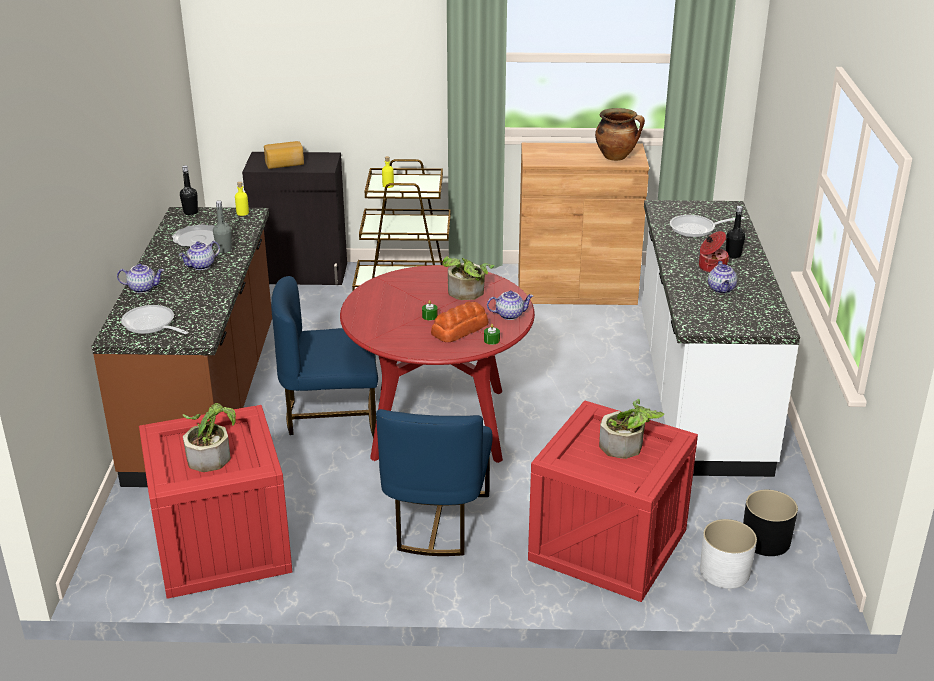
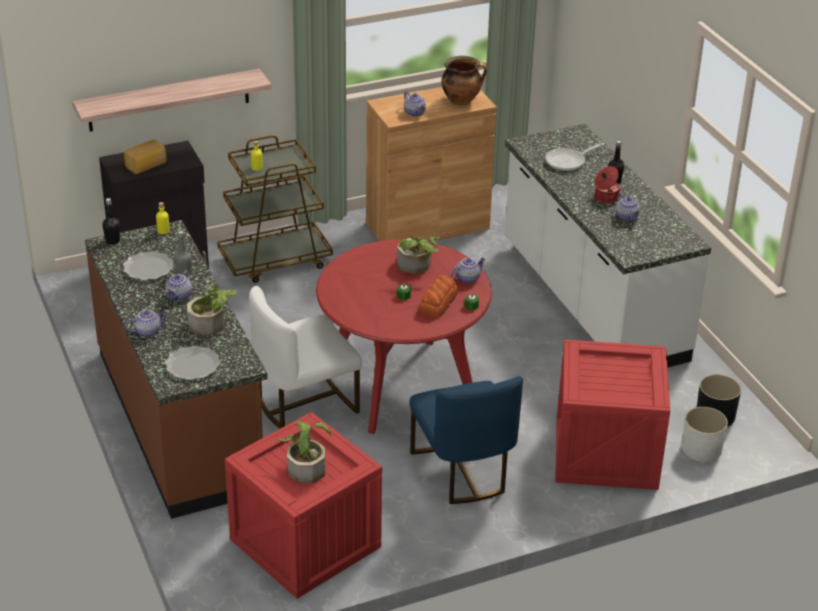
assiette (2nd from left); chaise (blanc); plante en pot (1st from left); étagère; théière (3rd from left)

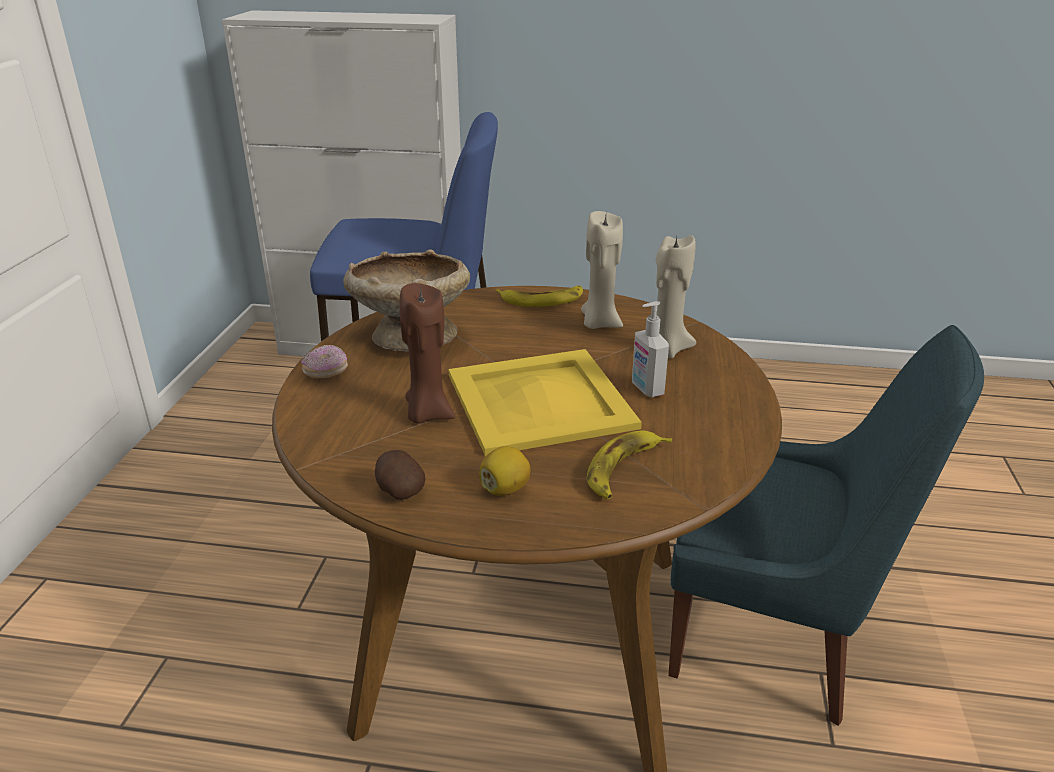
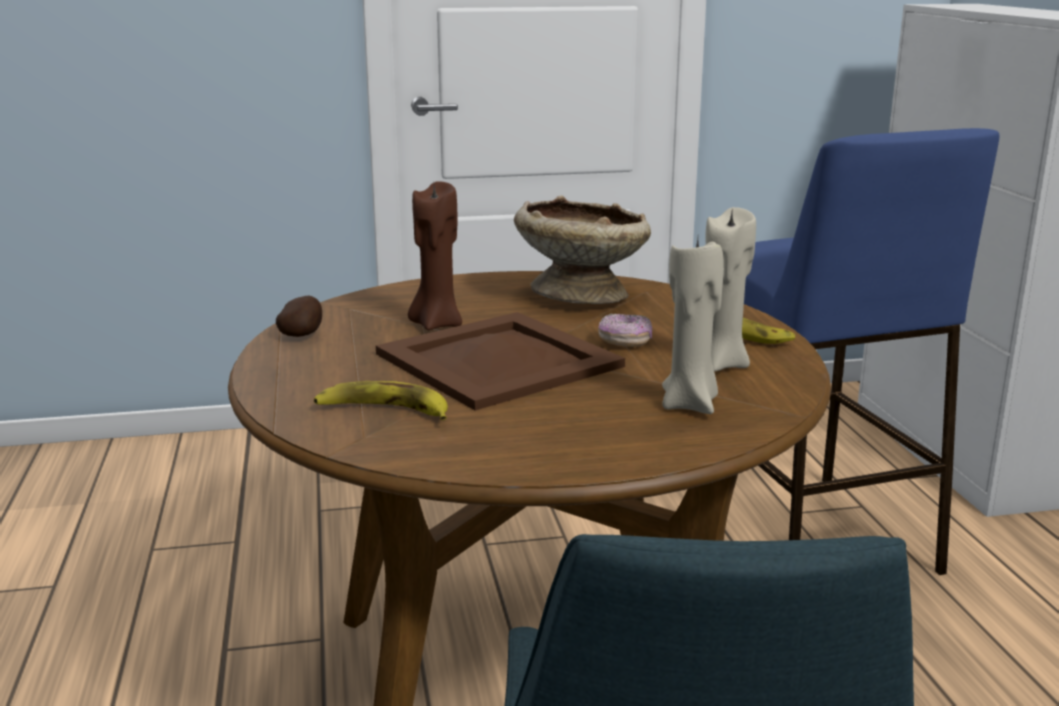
beignet; plateau (marron); citron; distributeur de savon

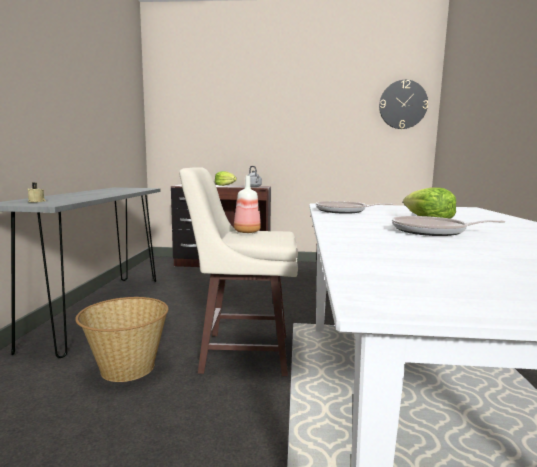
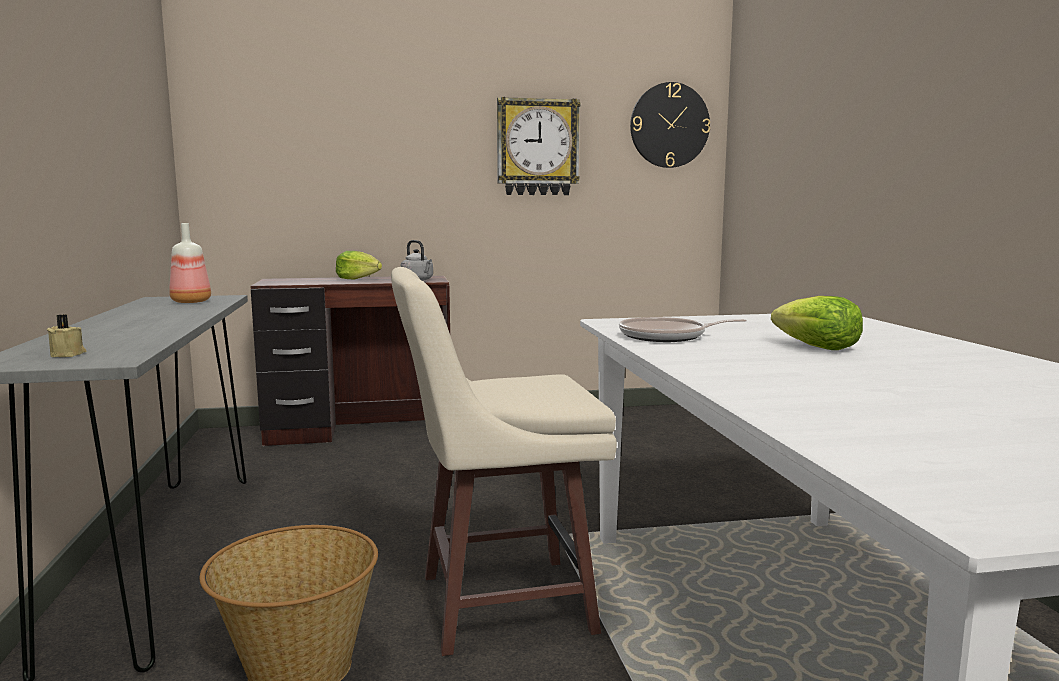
bouteille; poêle (2nd from left in the first image); horloge murale (1st from left)

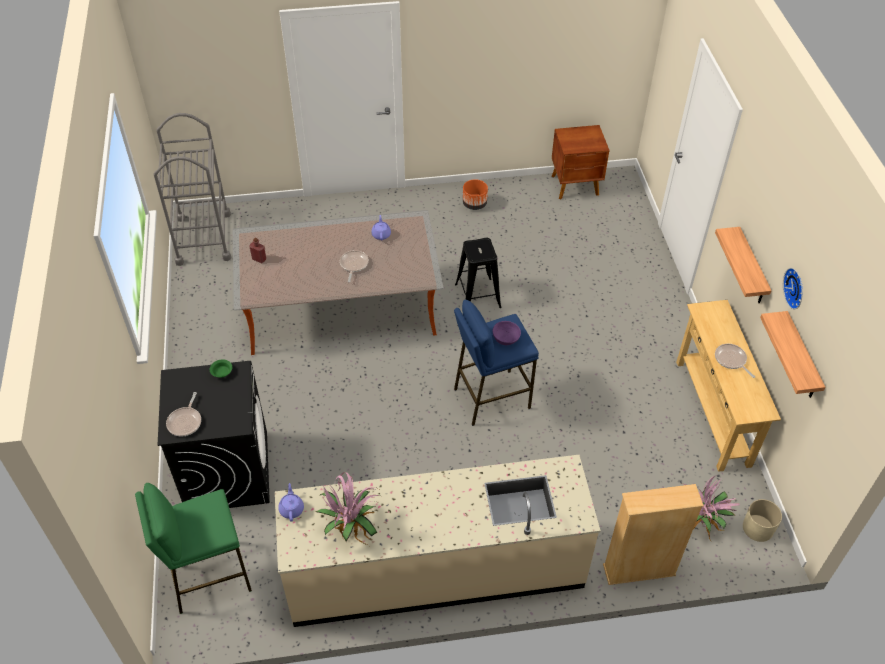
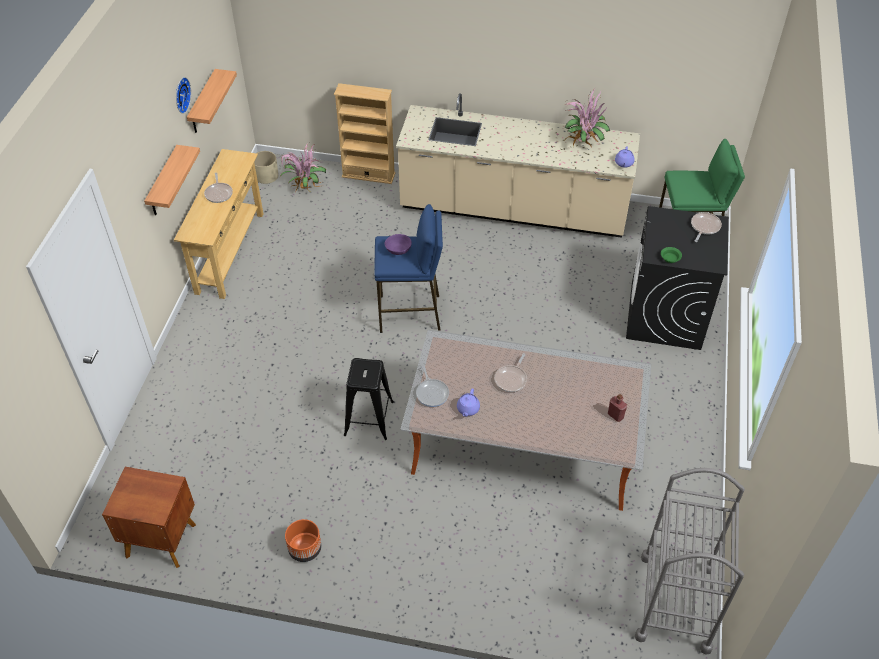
poêle (2nd from left)

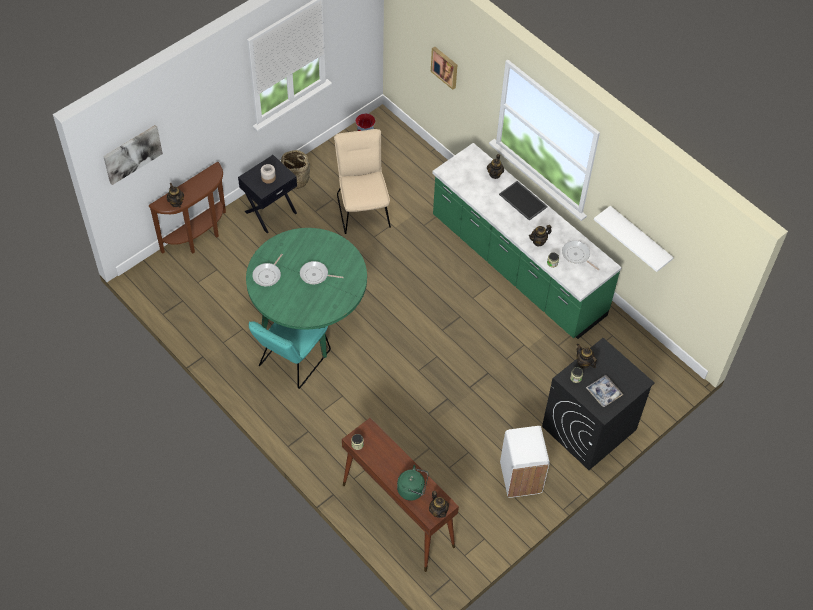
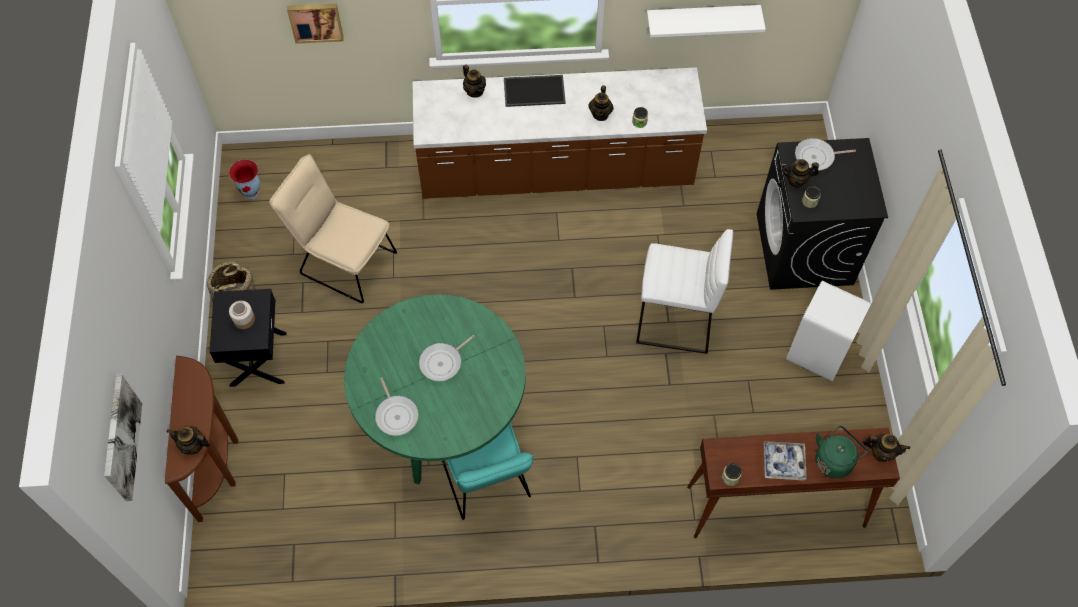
comptoir de cuisine (marron); poêle (3rd from left); plateau (2nd from left); tabouret (blanc)

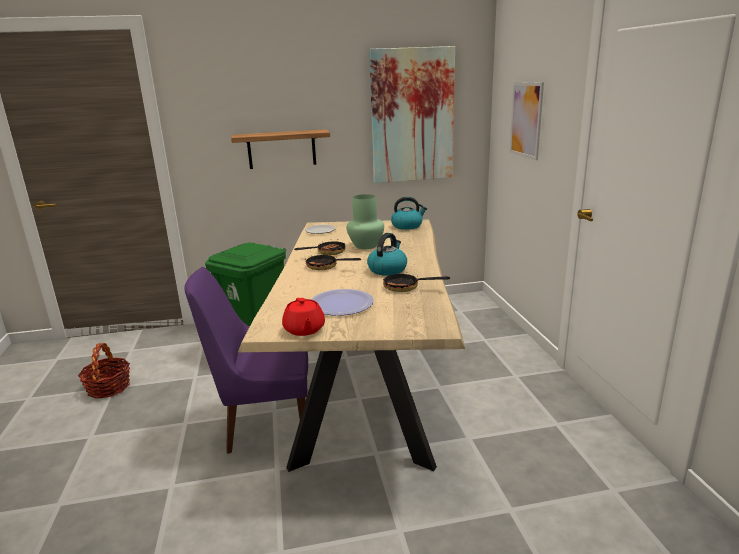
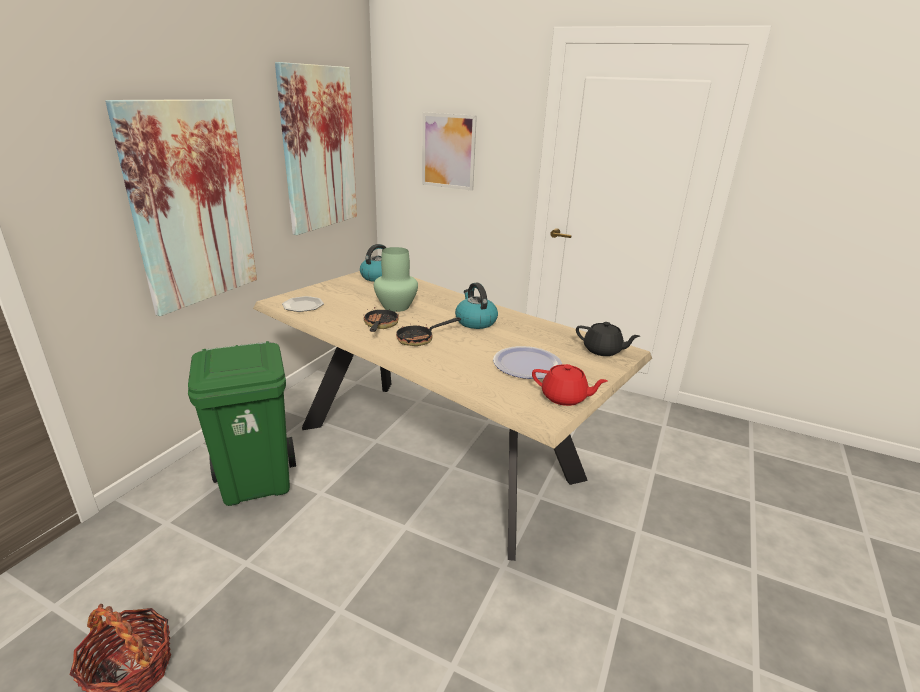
chaise (violet); tableau (1st from left); poêle (3rd from left in the first image); théière (noir)

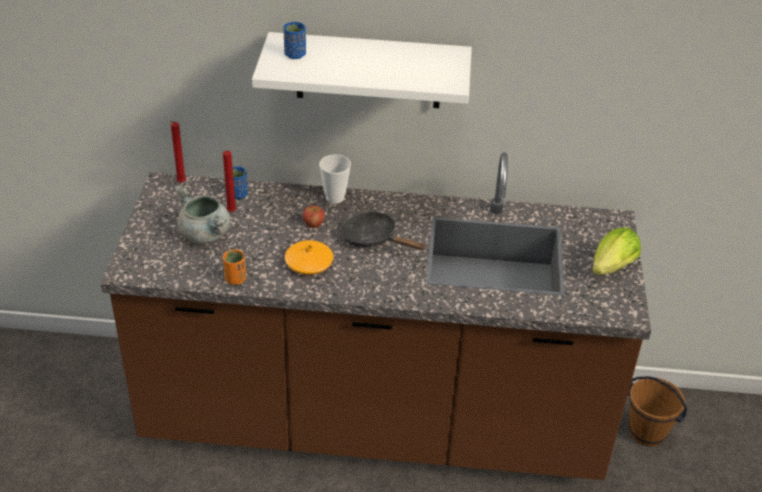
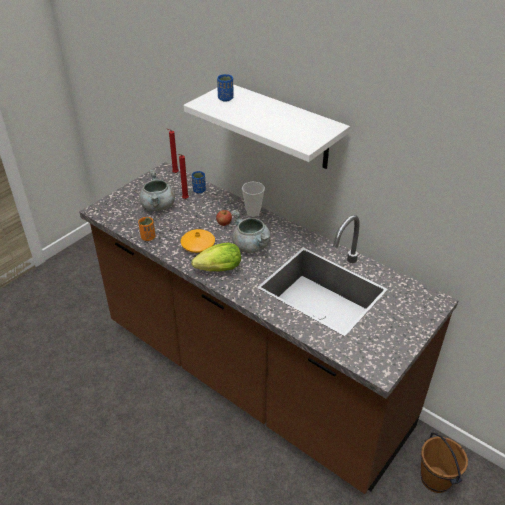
marmite (gris) (2nd from left); laitue

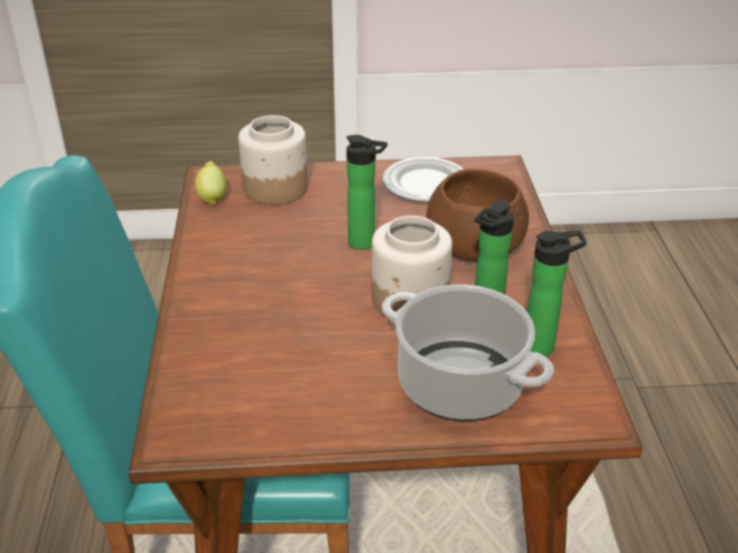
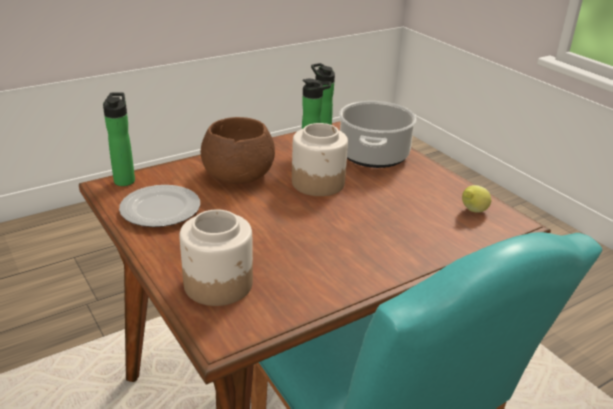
citron; bouteille (1st from left)

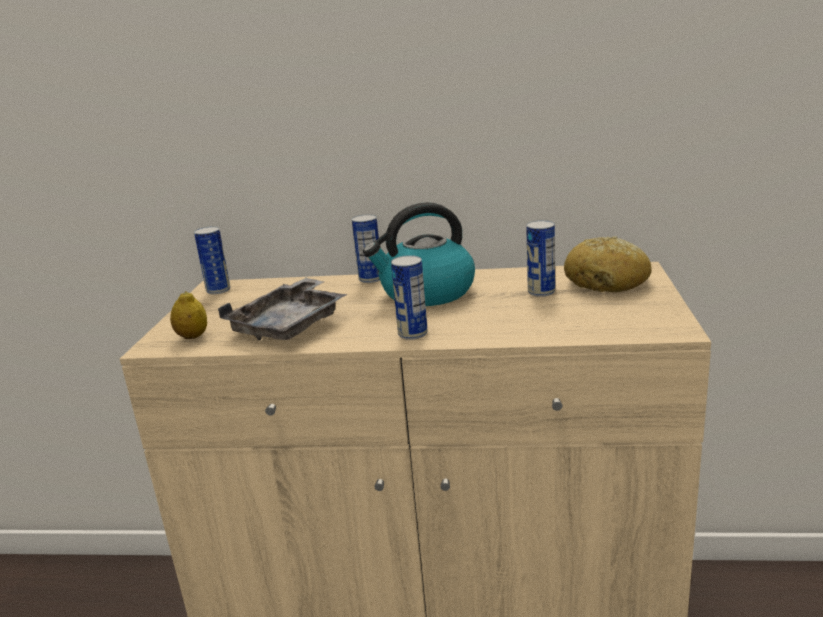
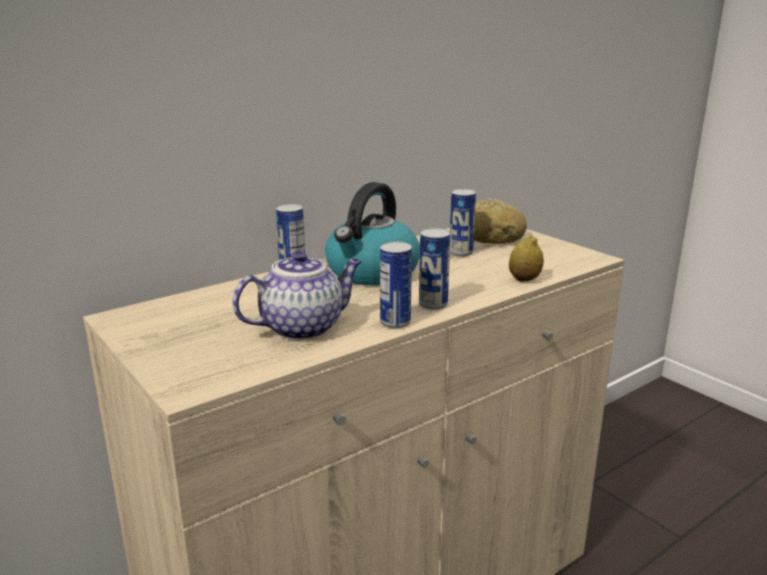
citron; boîte métallique (2nd from left); théière

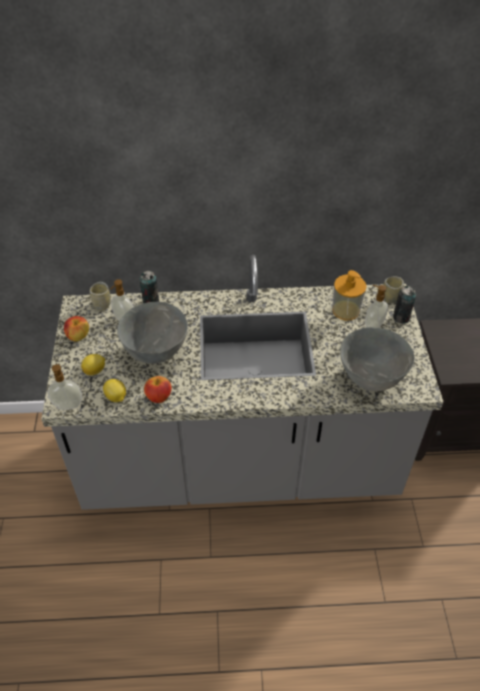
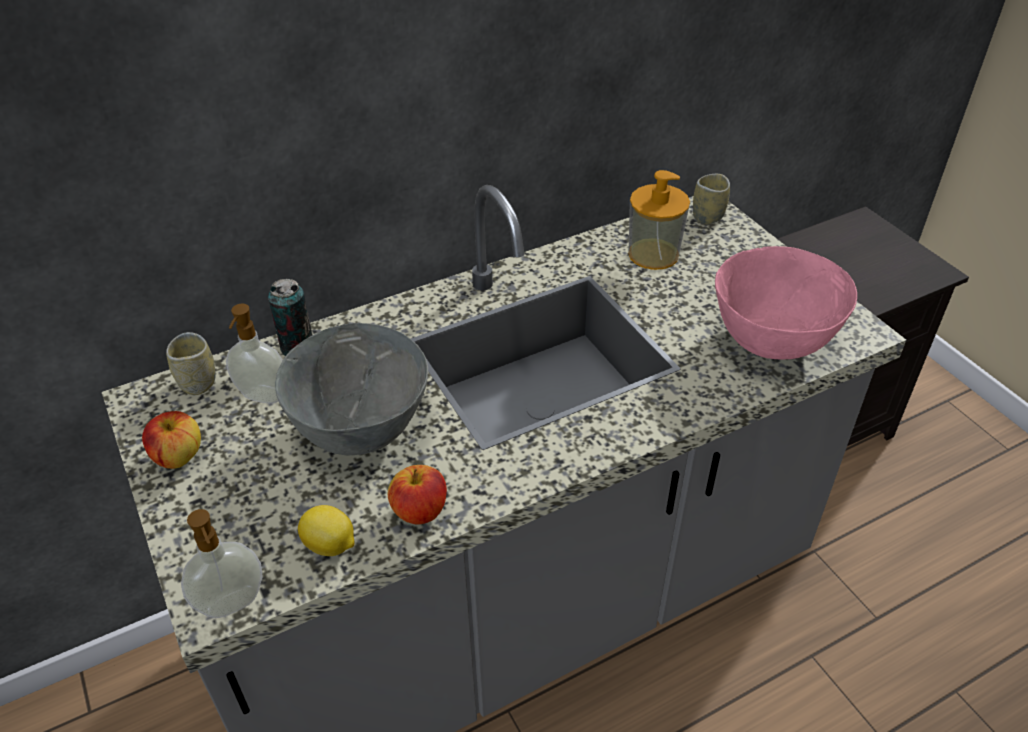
citron (1st from left in the first image); bol (rose); distributeur de savon (4th from left in the first image); boîte métallique (2nd from left in the first image)

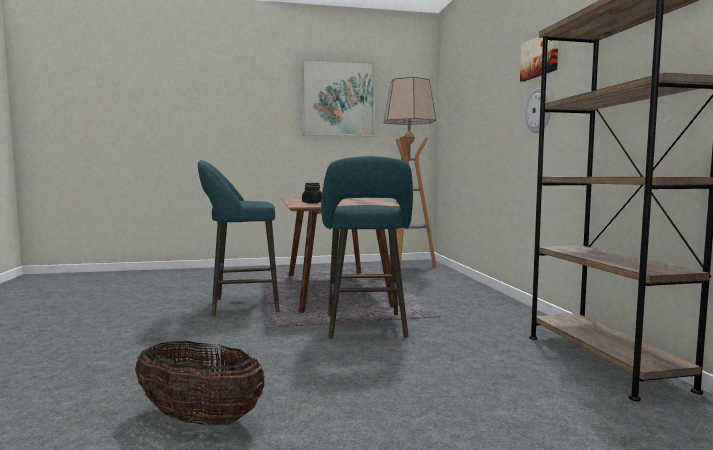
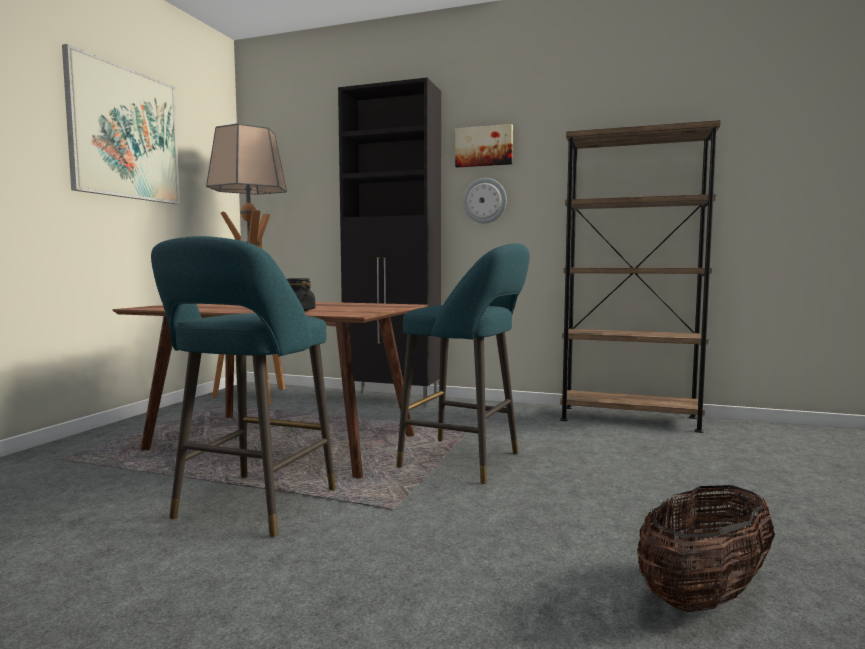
meuble de rangement (noir)

